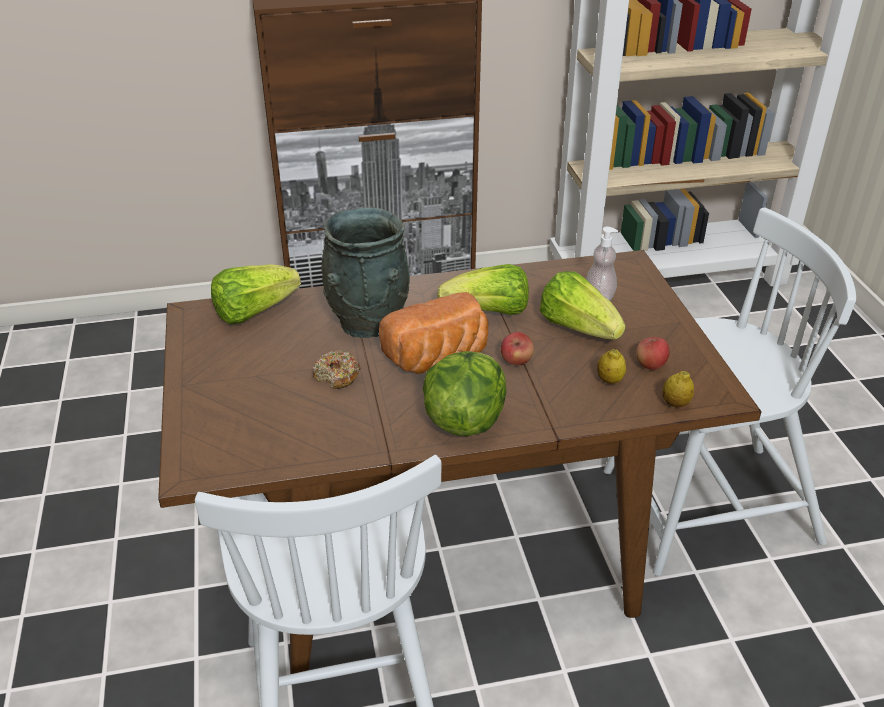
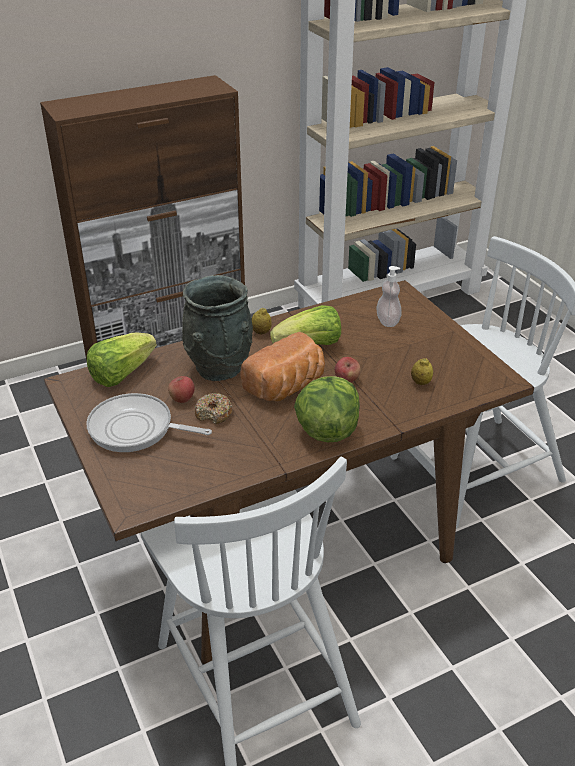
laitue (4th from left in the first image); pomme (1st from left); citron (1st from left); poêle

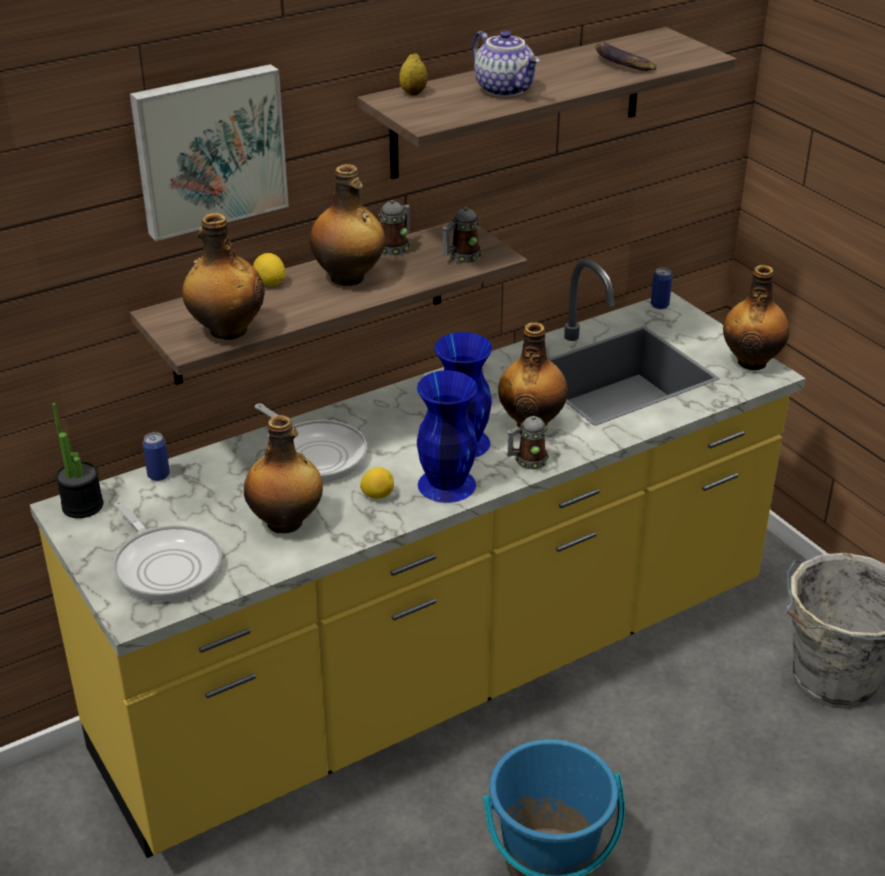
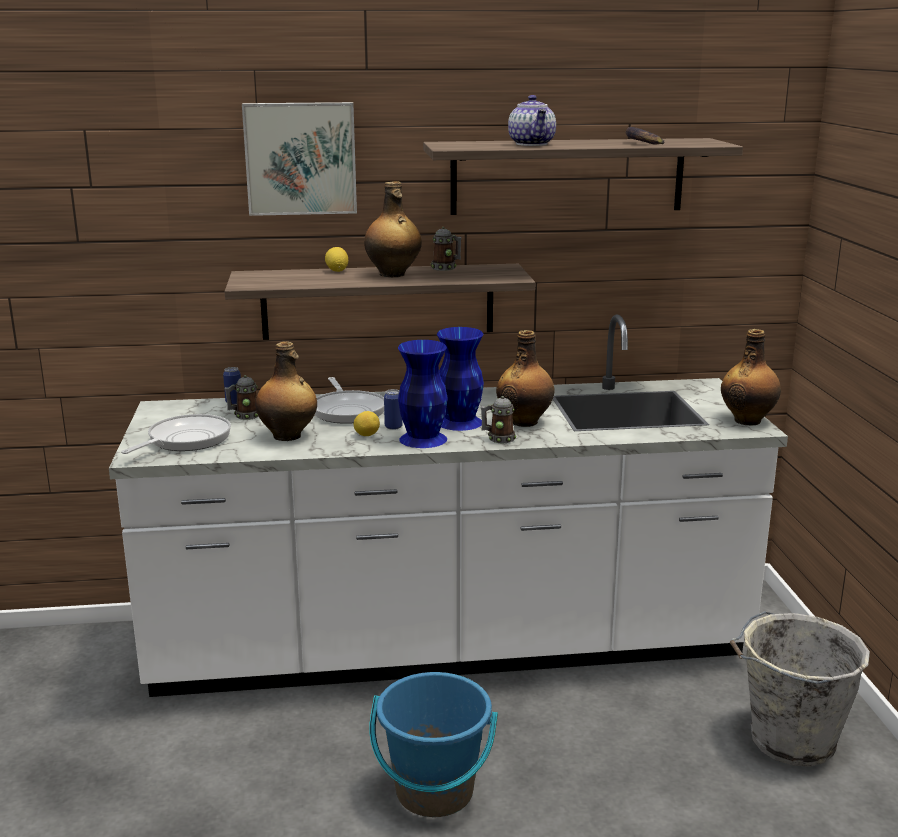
comptoir de cuisine (blanc); plante en pot; poêle (1st from left); bouteille (1st from left in the first image); citron (3rd from left in the first image); mug (1st from left); boîte métallique (2nd from left)

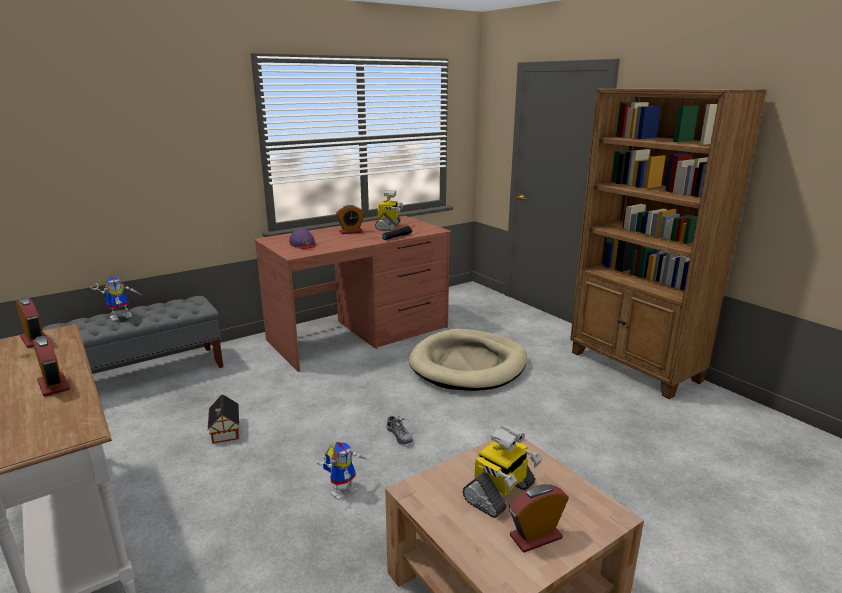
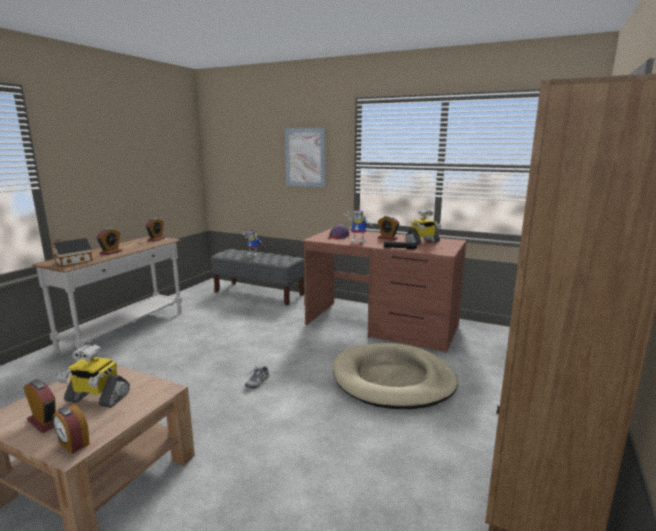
maison miniature; robot jouet (3rd from left); réveil (2nd from left); tableau

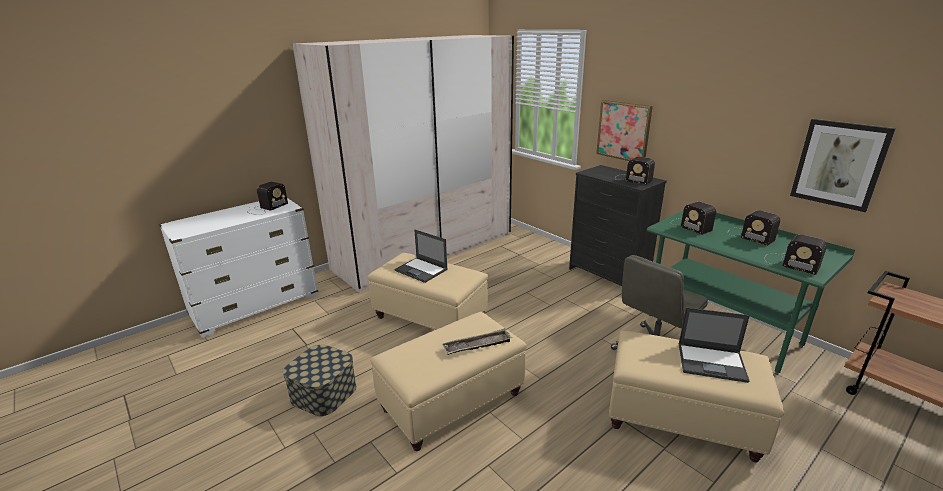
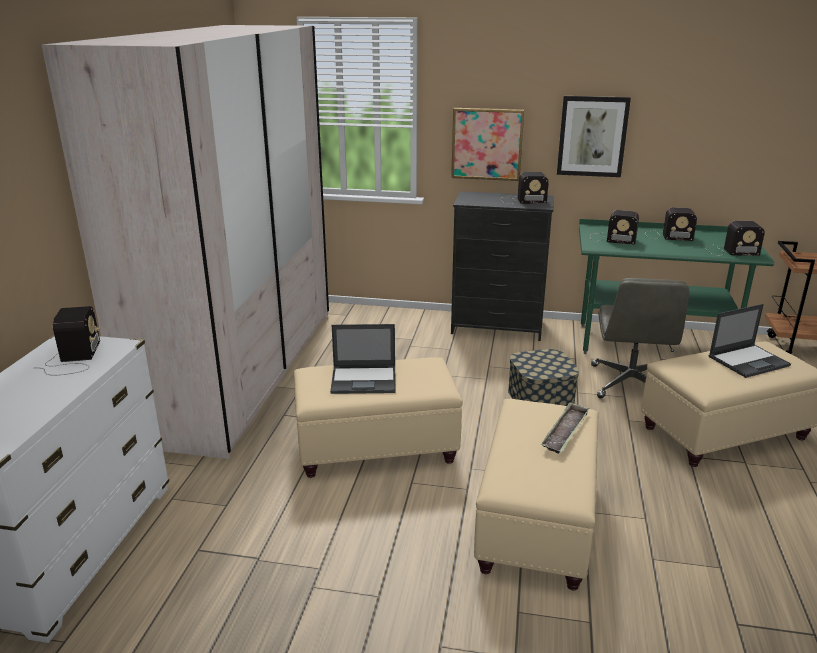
boîte de rangement; tableau (2nd from left)

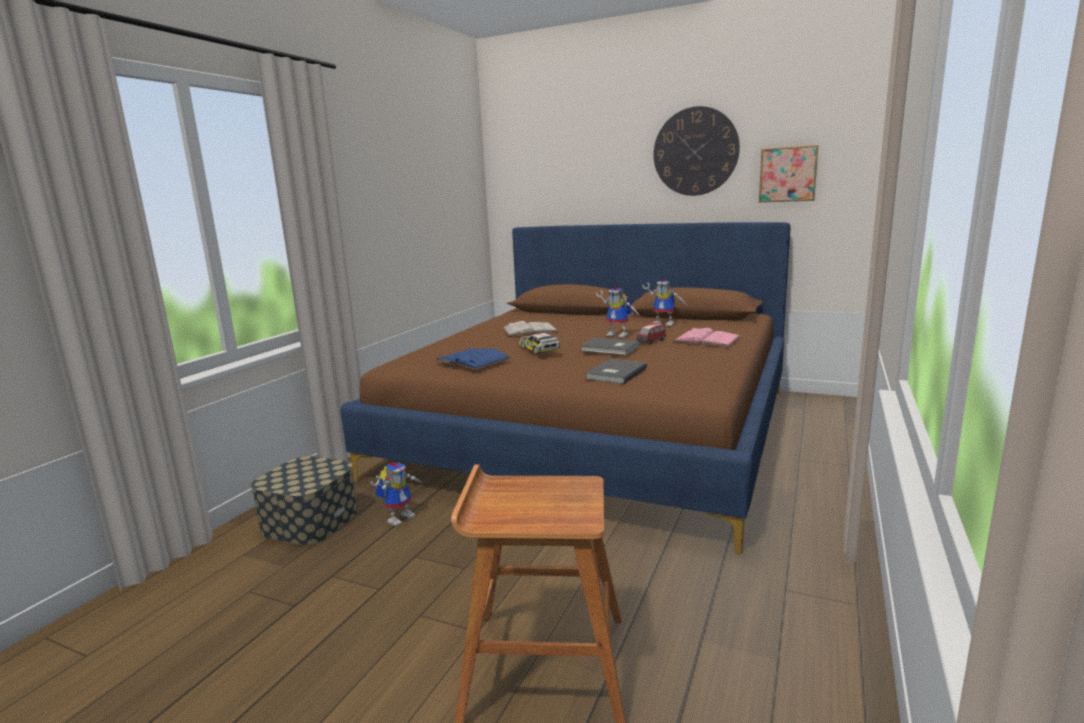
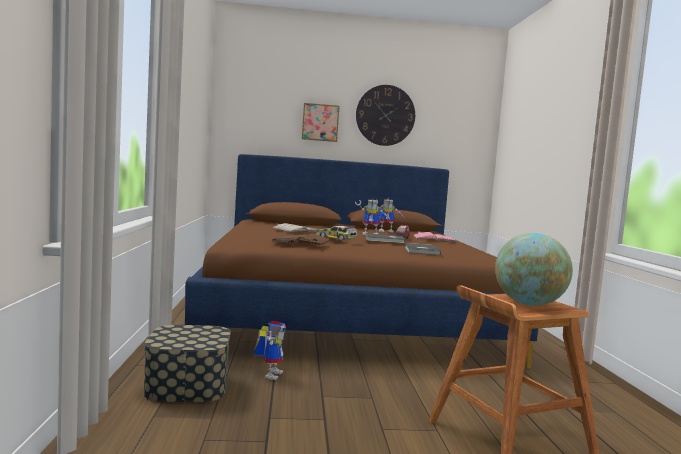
livre (marron); tableau; globe

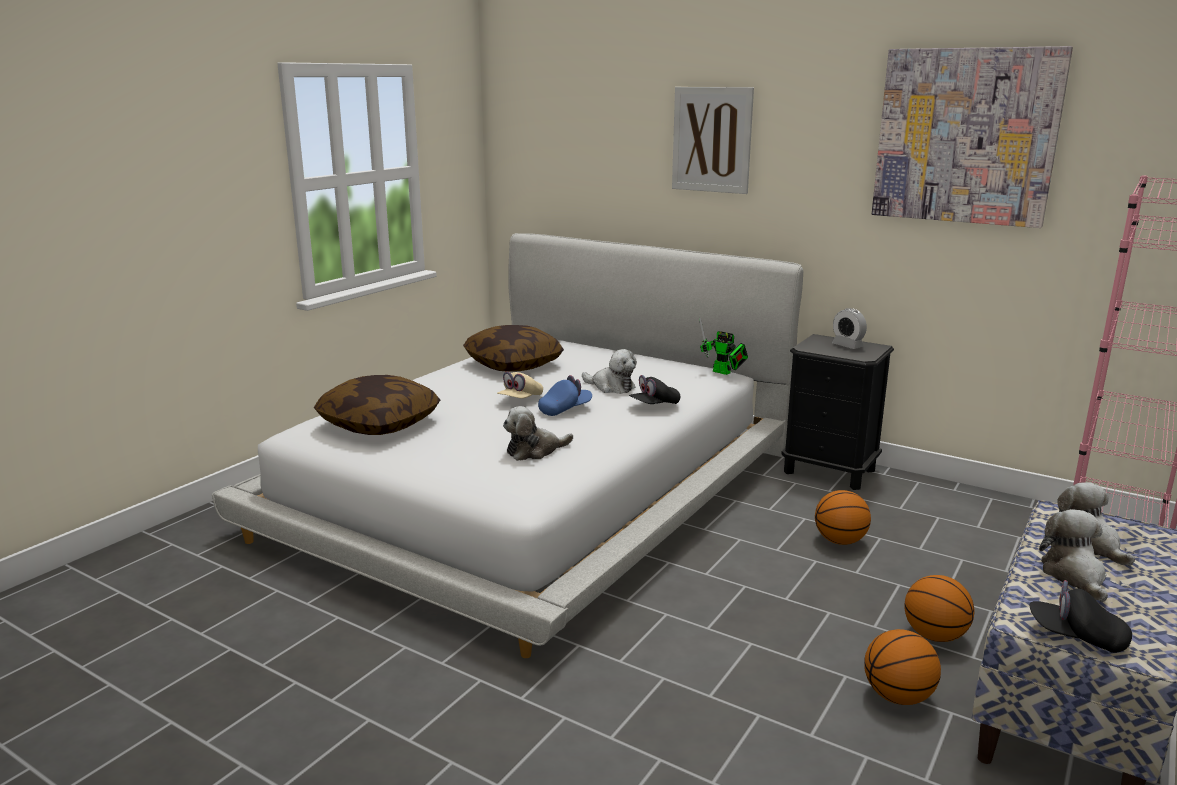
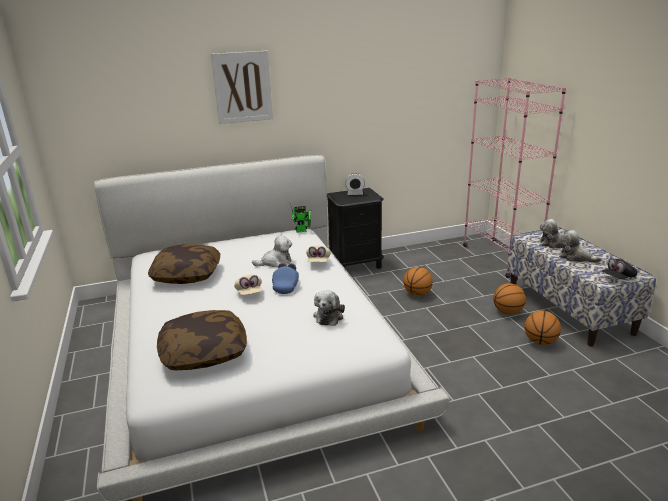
casquette (beige) (2nd from left); tableau (2nd from left in the first image)

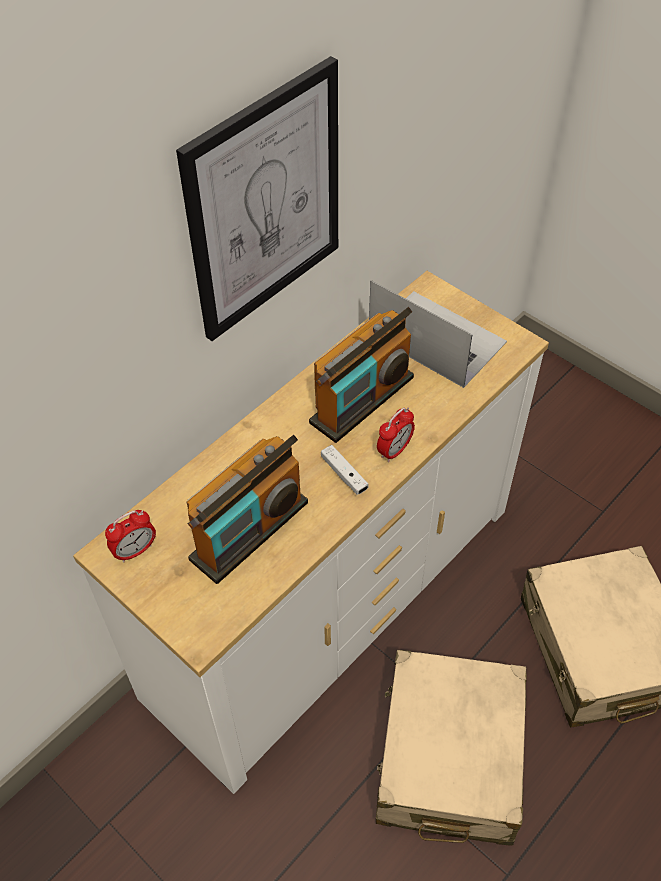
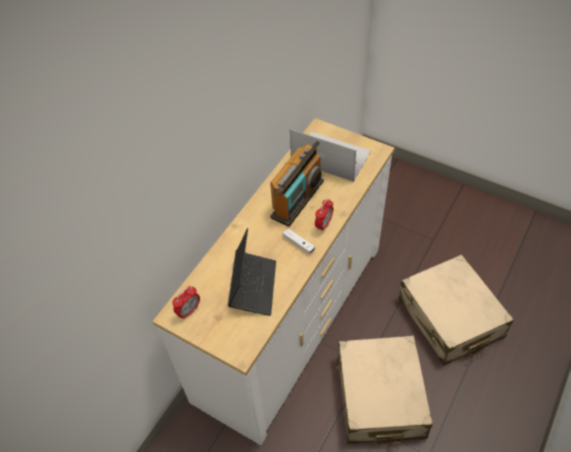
tableau; ordinateur portable (1st from left)

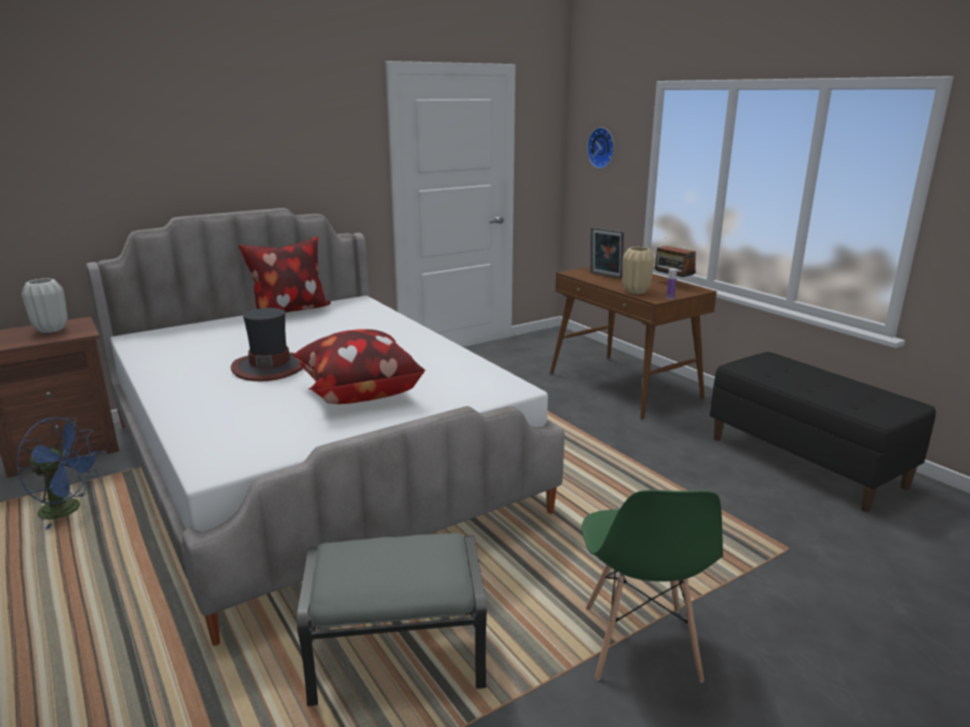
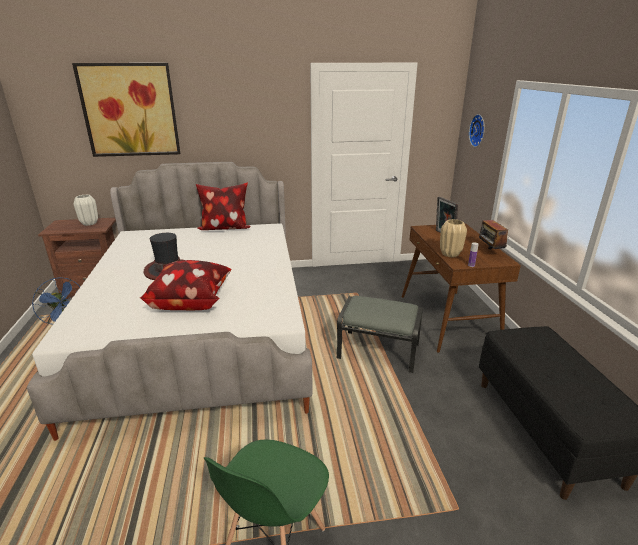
pouf (gris); tableau

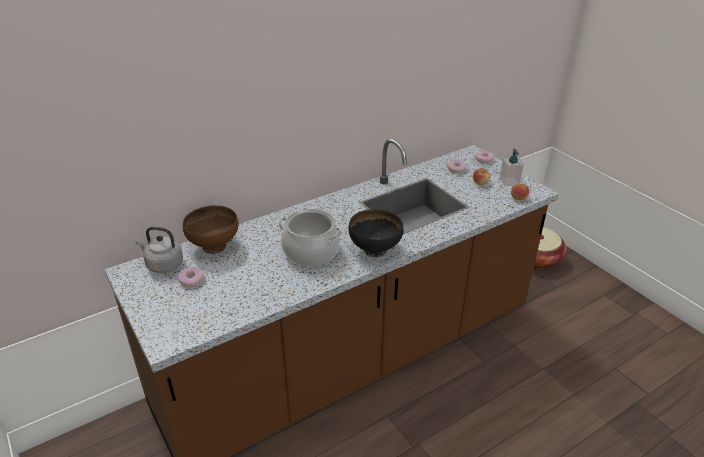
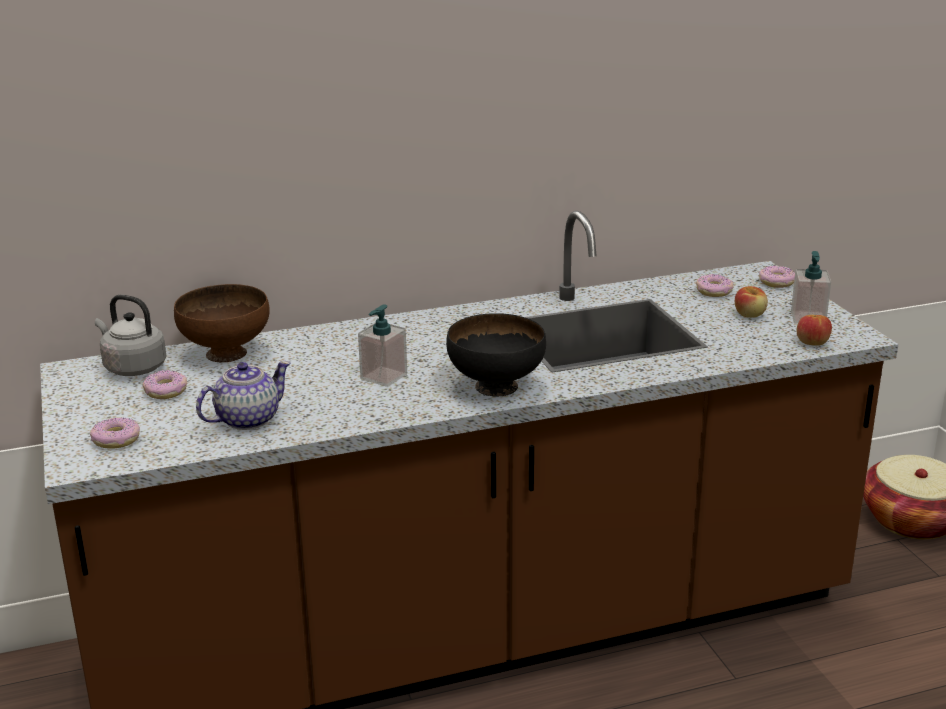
distributeur de savon (1st from left); beignet (1st from left); théière

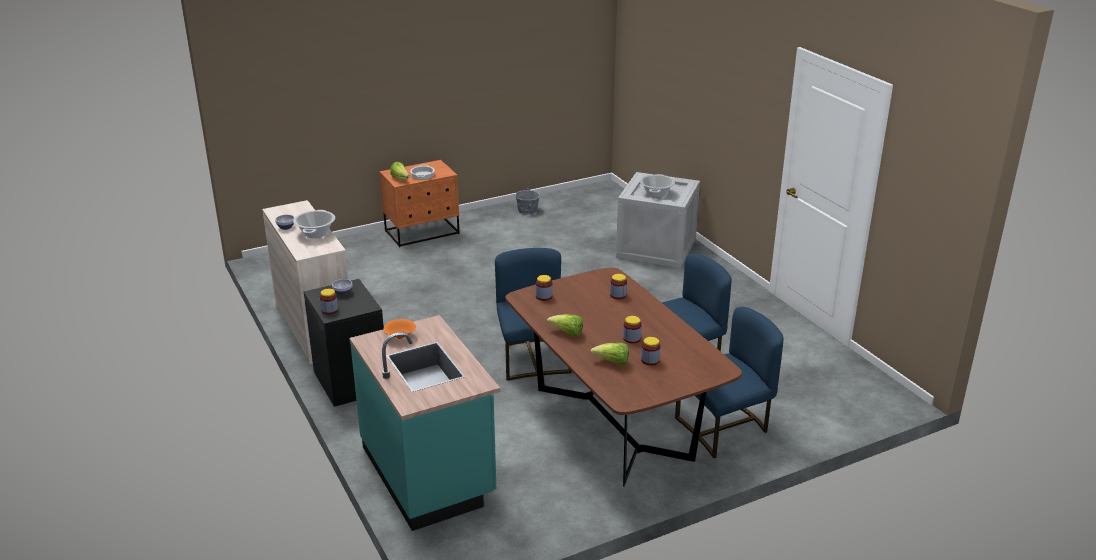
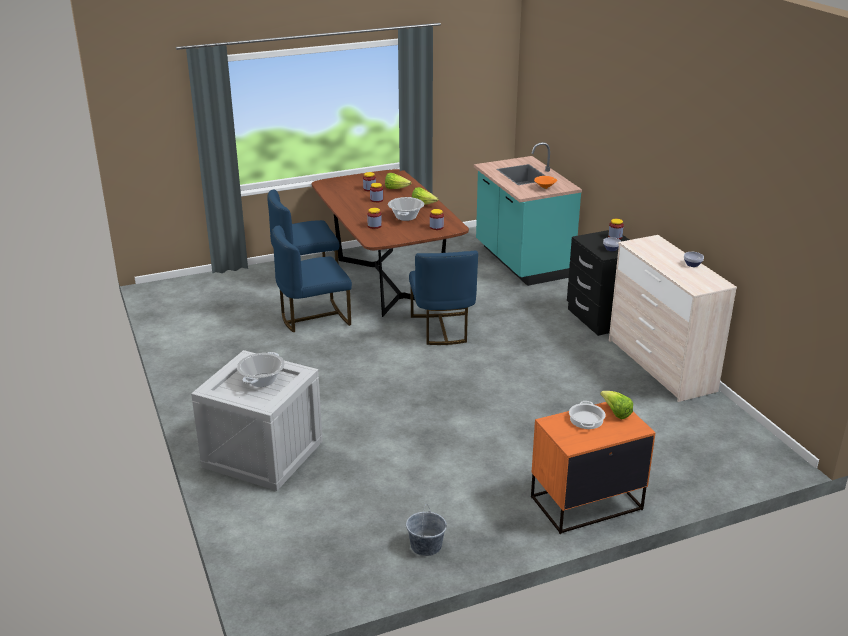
marmite (2nd from left)

